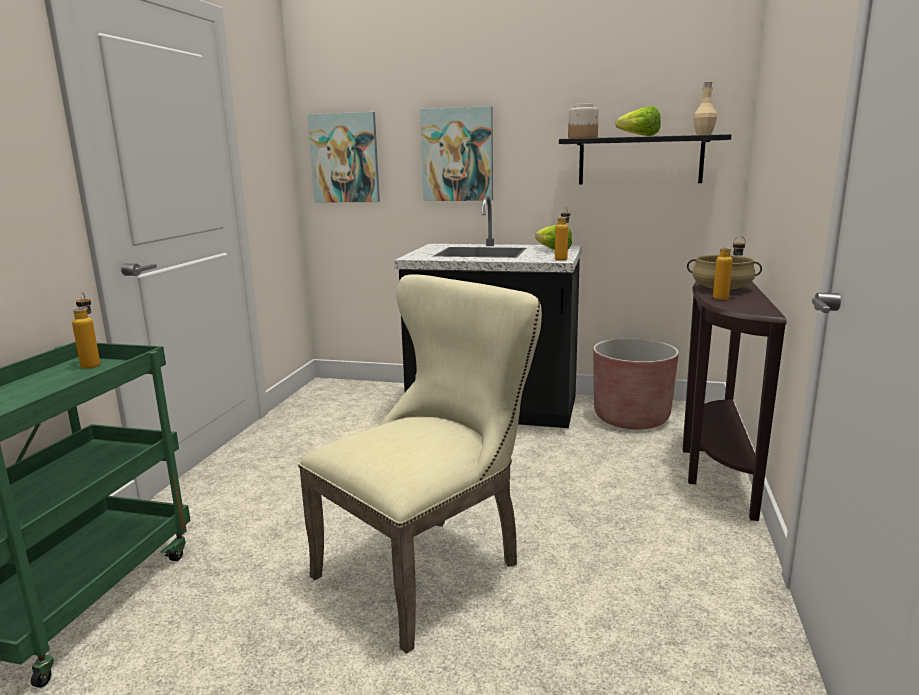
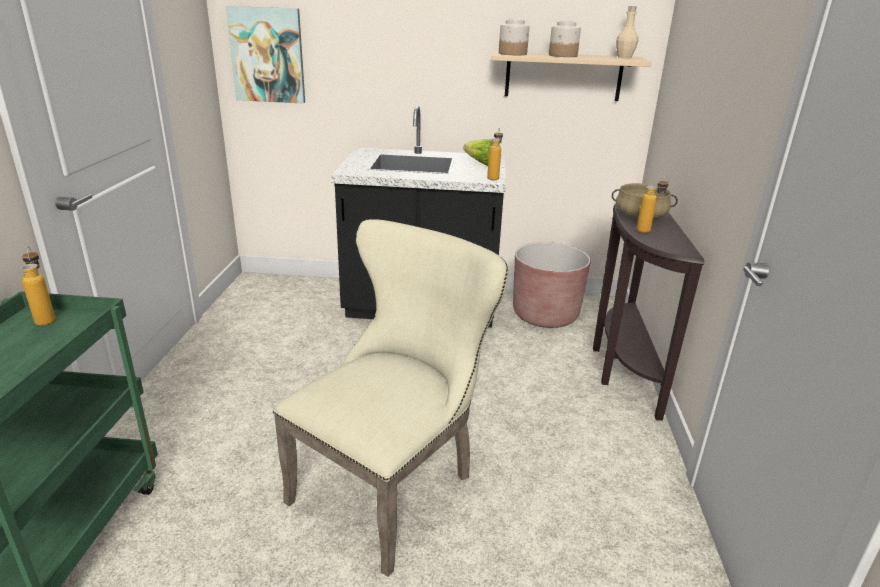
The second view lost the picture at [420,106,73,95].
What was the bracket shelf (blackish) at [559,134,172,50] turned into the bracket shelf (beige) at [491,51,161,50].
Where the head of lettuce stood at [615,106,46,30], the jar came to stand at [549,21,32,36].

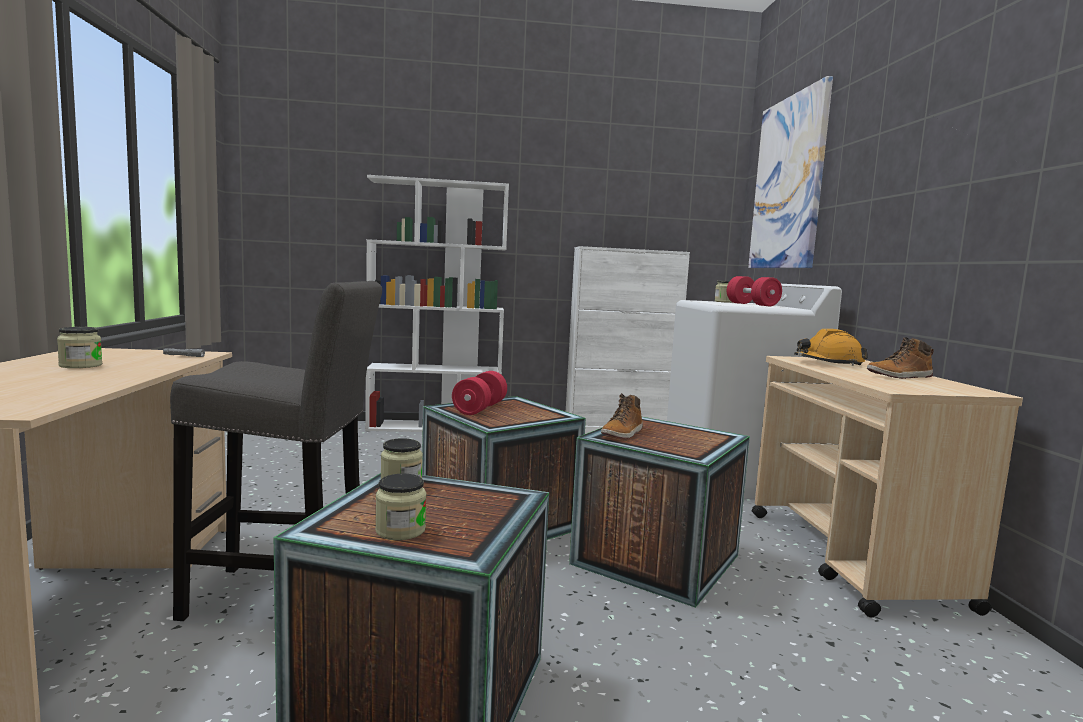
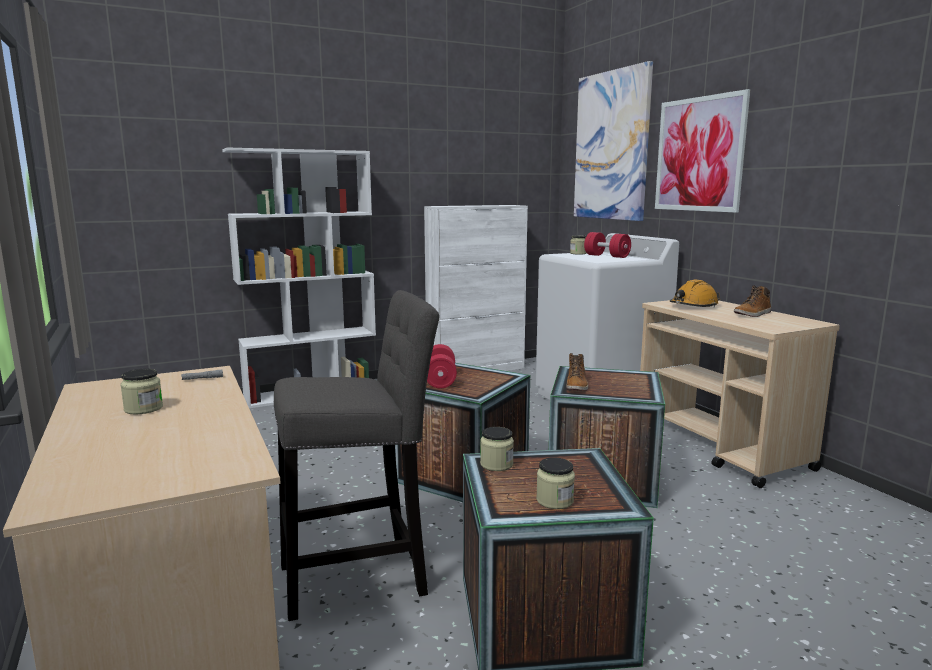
The second view gained the picture at [655,89,96,124].

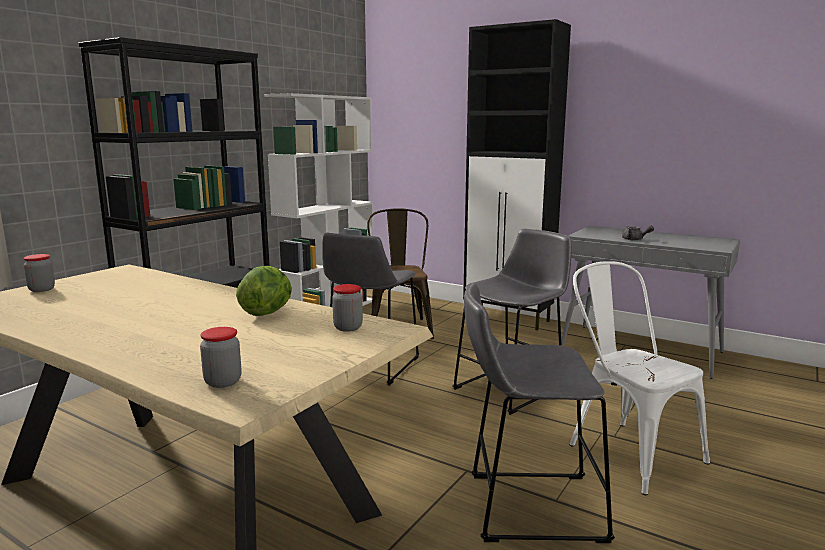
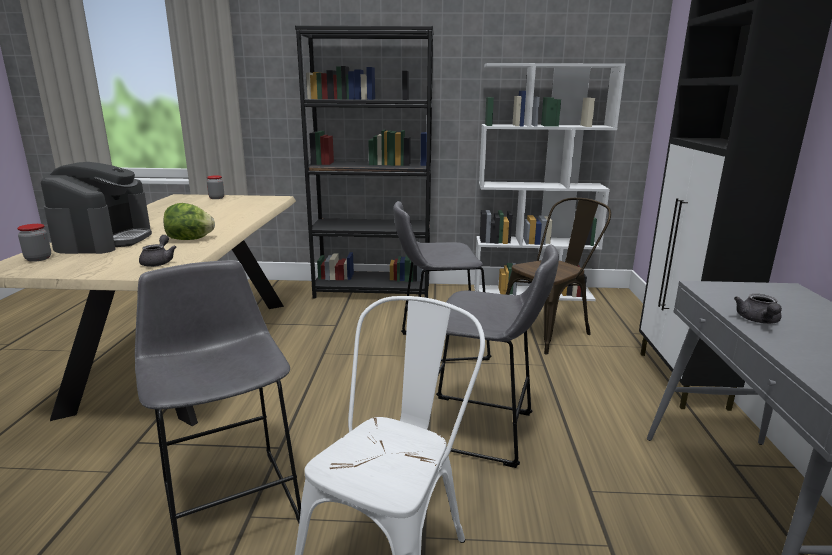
Where the jar stood at [332,284,31,48], the tea pot (grey) came to stand at [139,235,38,32].
The second view gained the coffee brewer at [41,162,111,92].

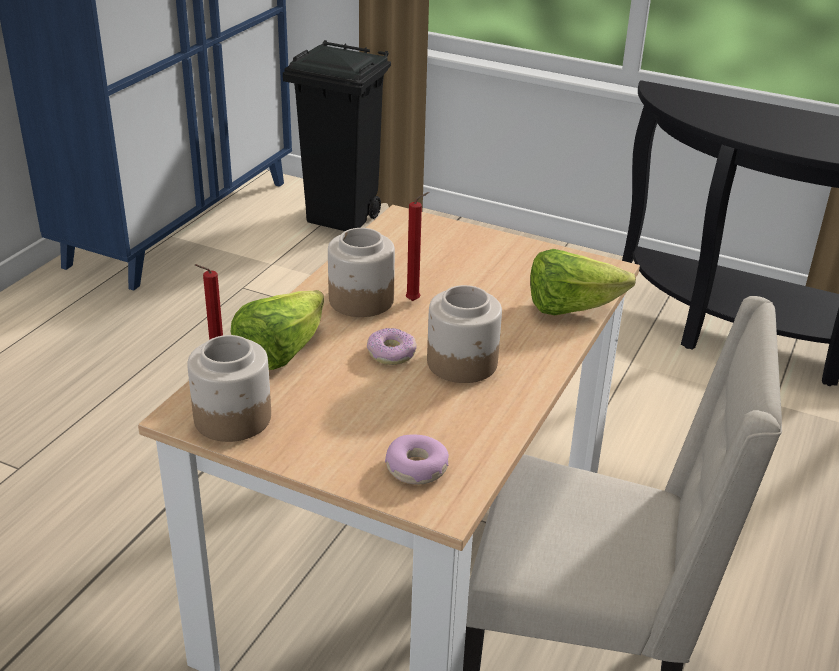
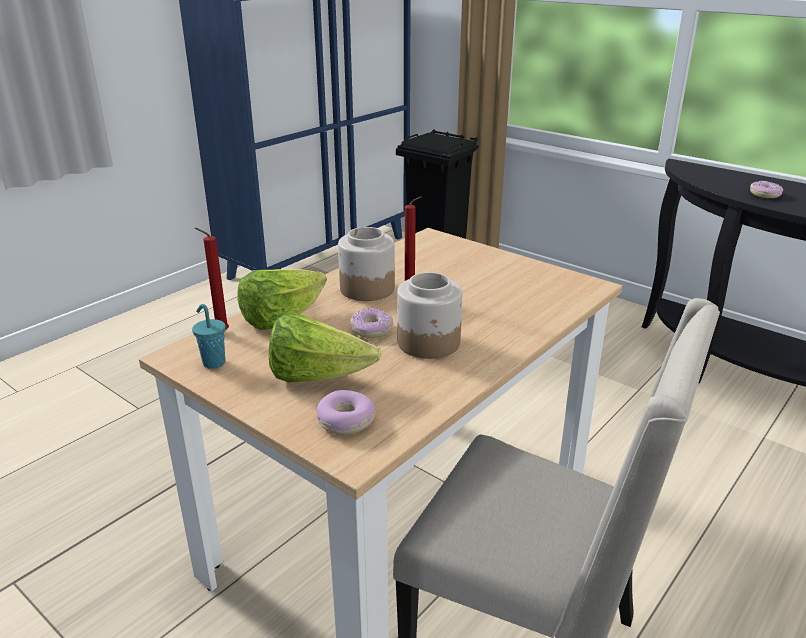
Where the jar stood at [187,335,84,107], the small cup (blue-green) came to stand at [192,304,34,65].
The head of lettuce ended up elsewhere, having gone from [530,249,106,66] to [269,313,112,69].
The second view gained the ring doughnut at [750,181,33,17].

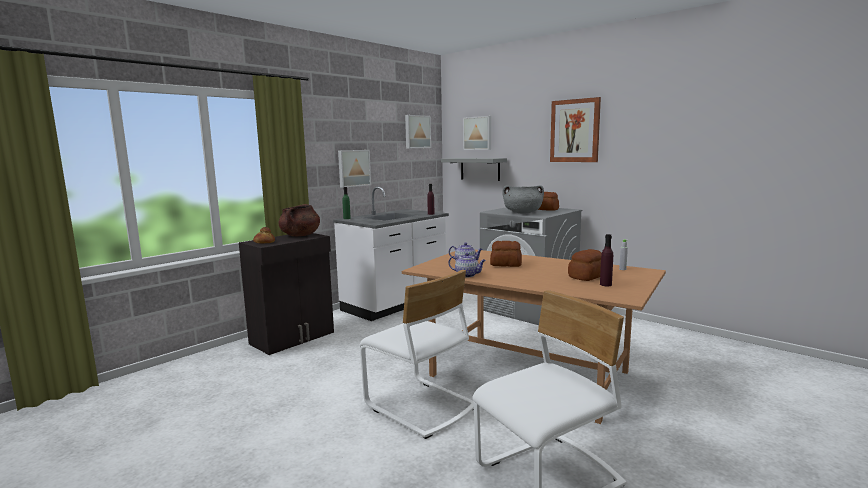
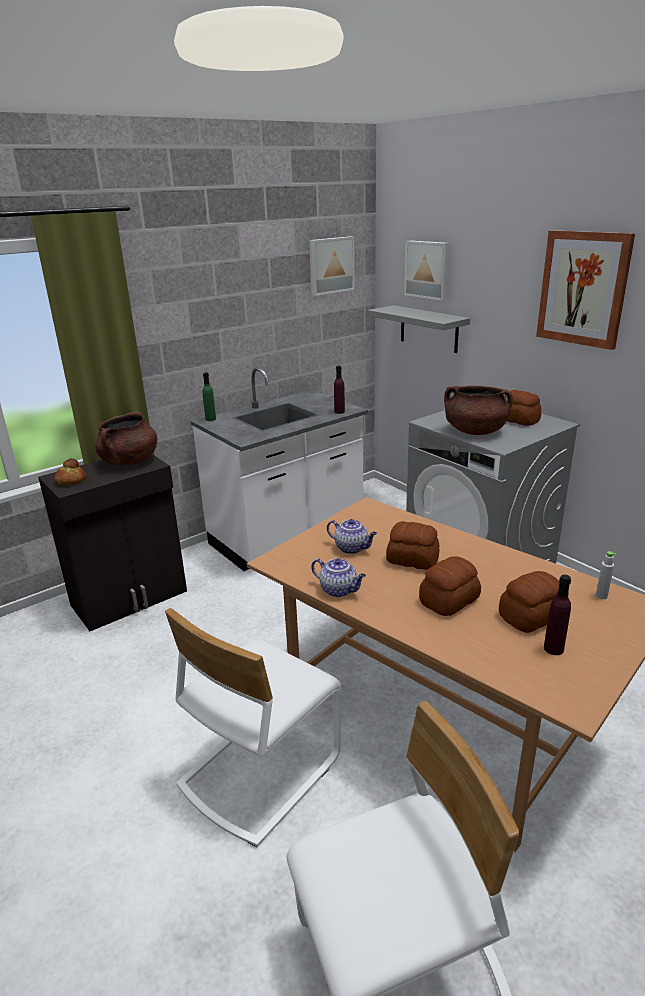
The second view lost the picture at [338,150,33,38].
The plain chair (white-coloured) at [359,270,115,169] ended up facing another way, 75 degrees clockwise from before.
What was the stockpot (grey) at [502,185,42,29] turned into the stockpot (brown-coloured) at [444,386,69,49].
The second view gained the bread at [419,556,62,60].

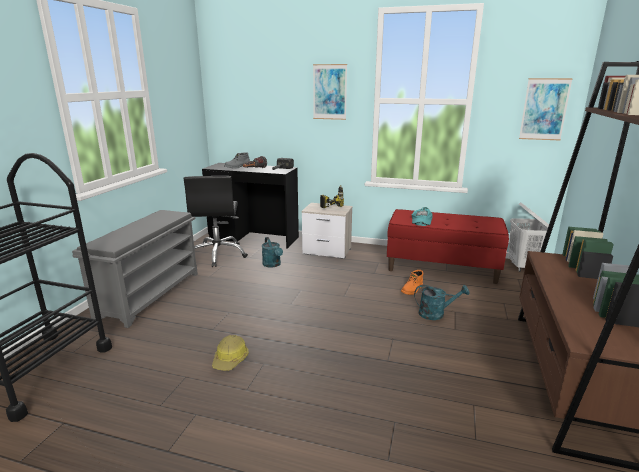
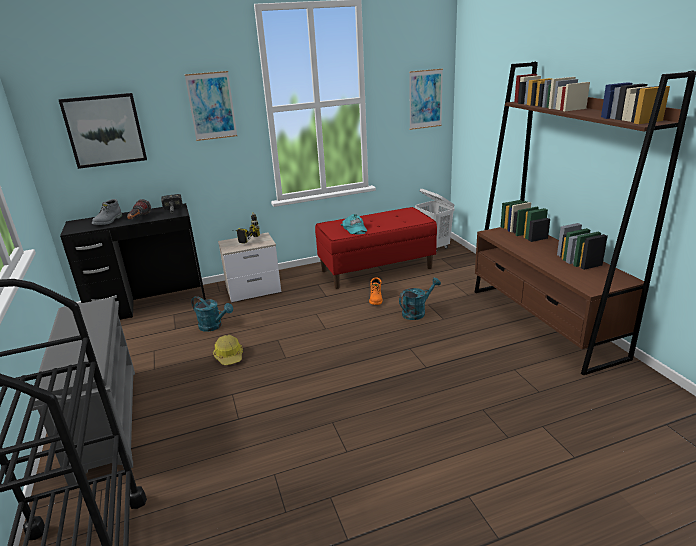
The second view lost the desk chair (blackish) at [184,176,64,91].
The safety helmet ended up elsewhere, having gone from [212,335,37,36] to [213,335,30,30].
The second view gained the picture at [59,93,88,76].

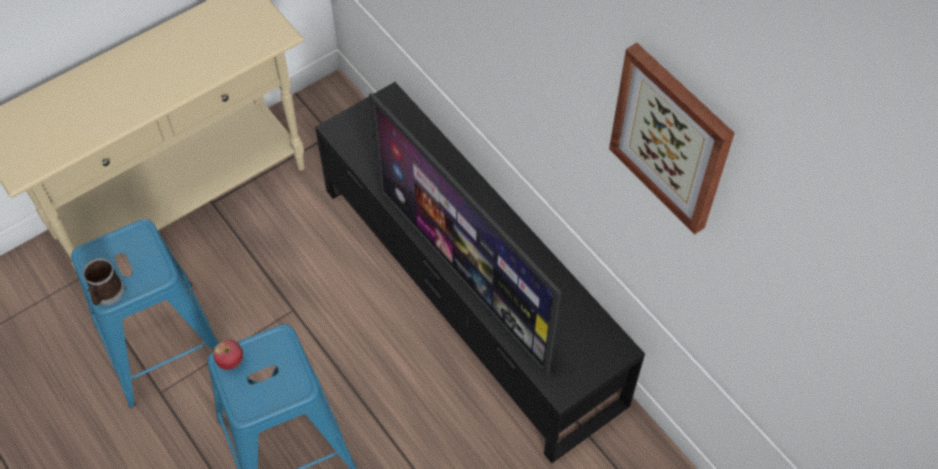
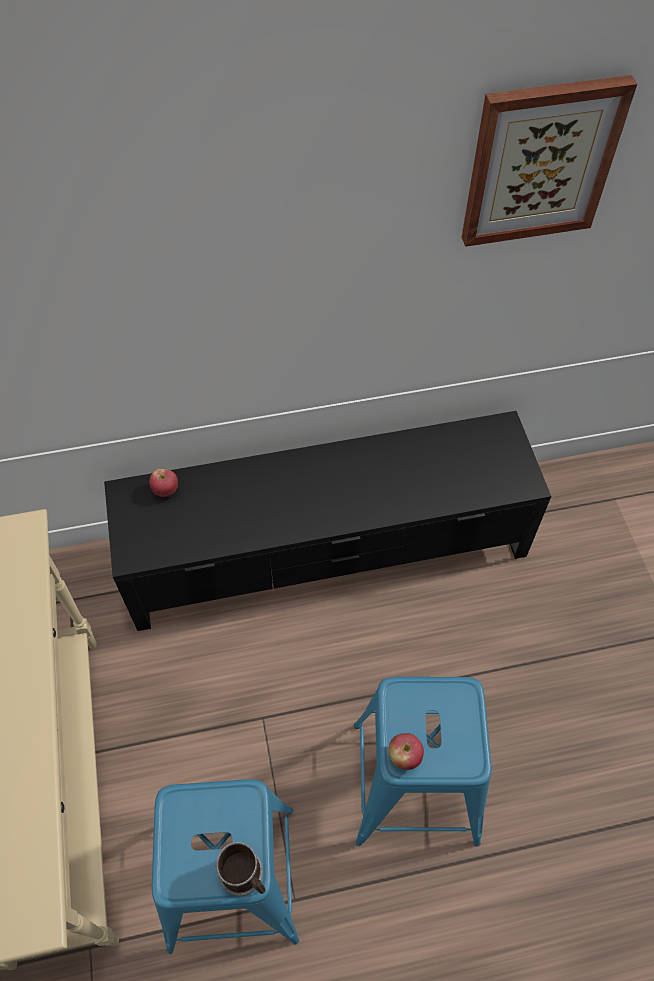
The second view lost the television at [369,93,192,284].
The second view gained the apple fruit at [149,469,29,28].

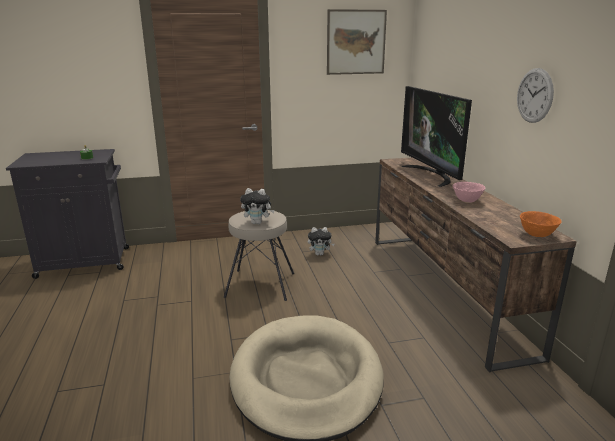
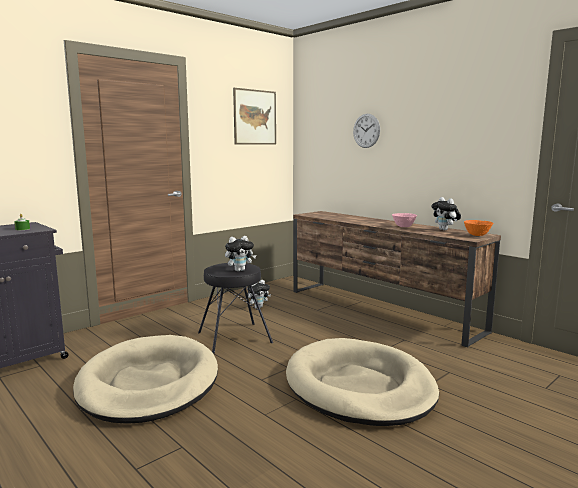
What was the sitting stool (beige) at [224,210,70,91] turned into the sitting stool (blackish) at [198,263,75,91].
The second view lost the television at [401,86,71,101].
The wall clock ended up elsewhere, having gone from [517,68,37,55] to [353,114,27,34].
The second view gained the dog bed (beige) at [73,335,145,89].
The second view gained the plush toy at [432,197,29,33].

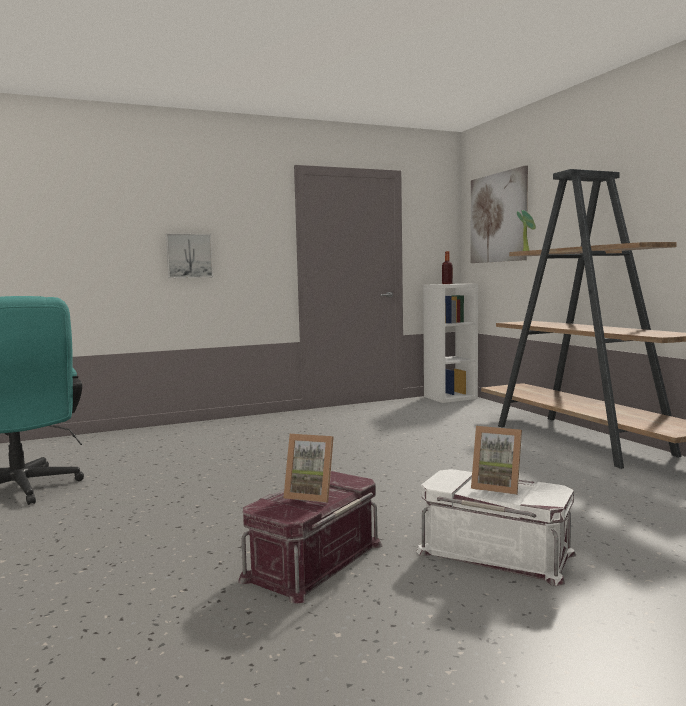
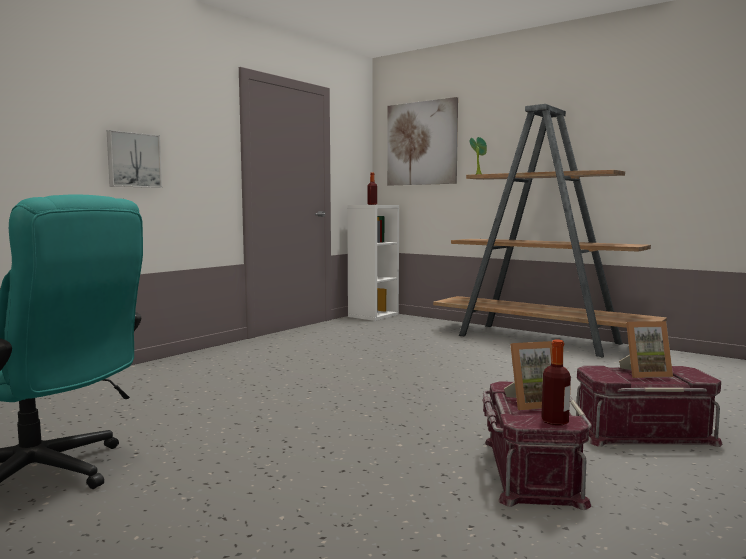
What was the storage bin (white-coloured) at [416,469,160,117] turned into the storage bin (reddish) at [576,366,147,81].
The second view gained the beverage bottle at [541,340,30,86].

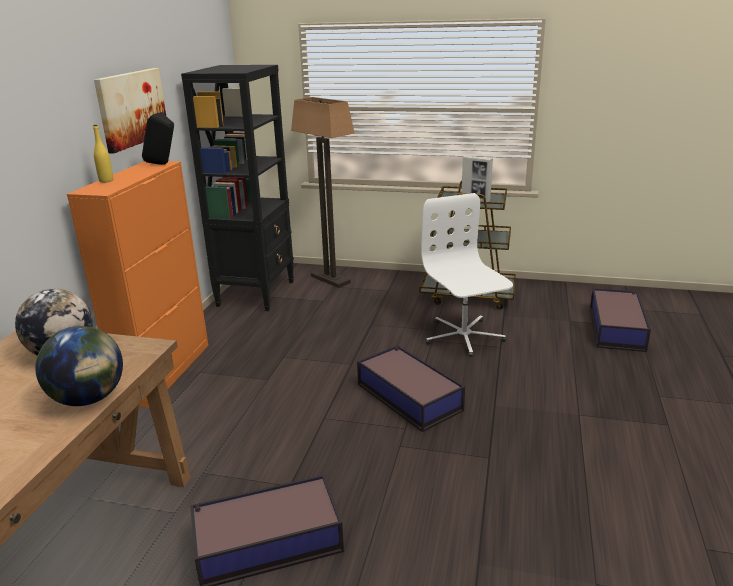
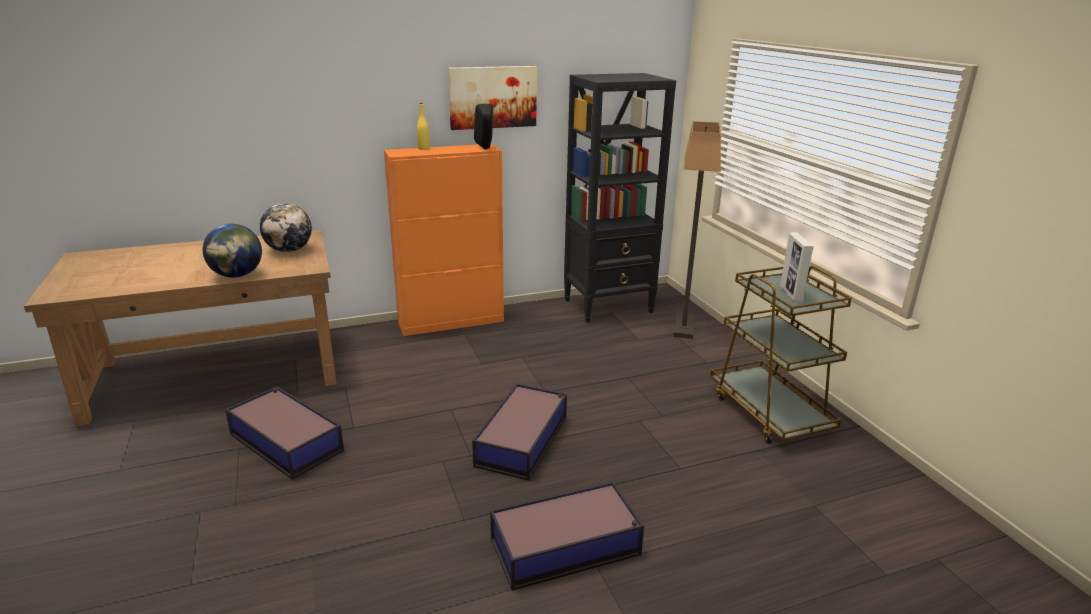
The second view lost the desk chair (white-coloured) at [421,193,92,164].
The storage bin ended up elsewhere, having gone from [590,288,61,64] to [490,482,154,109].

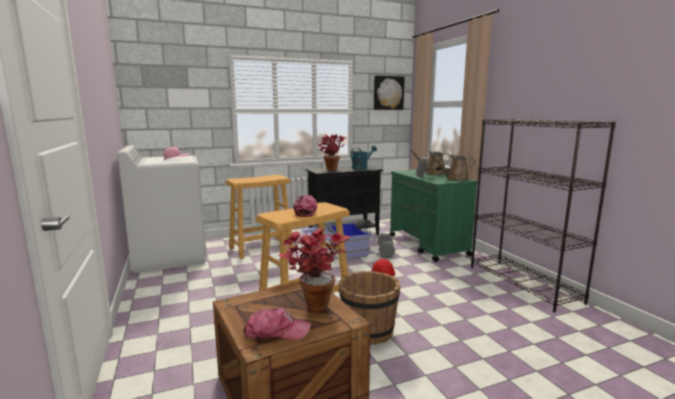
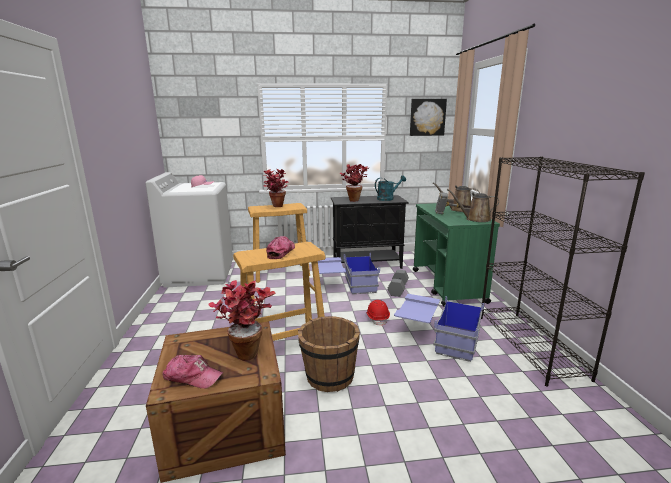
The second view gained the potted plant at [263,168,25,39].
The second view gained the storage bin (blue-coloured) at [394,294,90,68].

